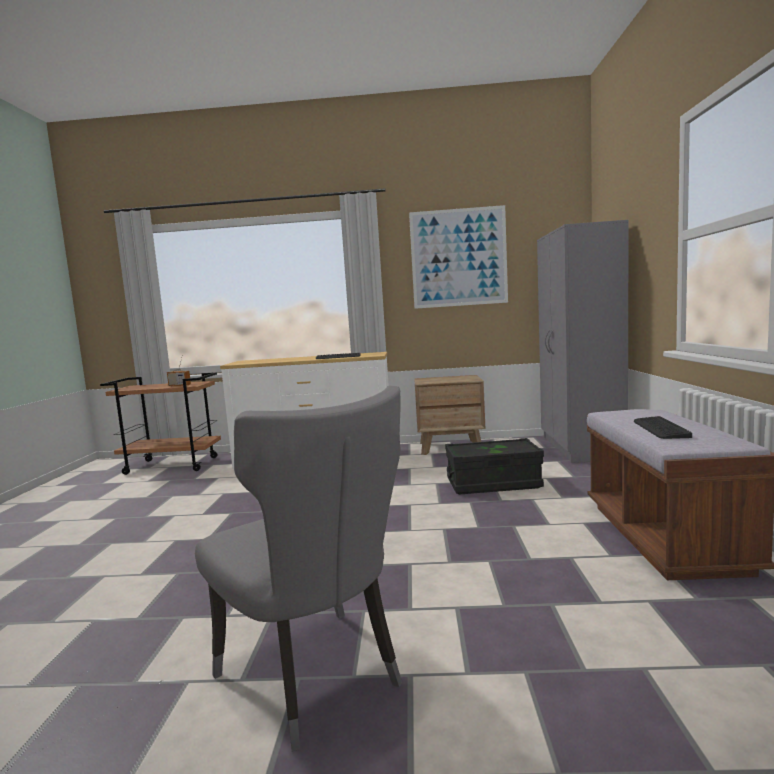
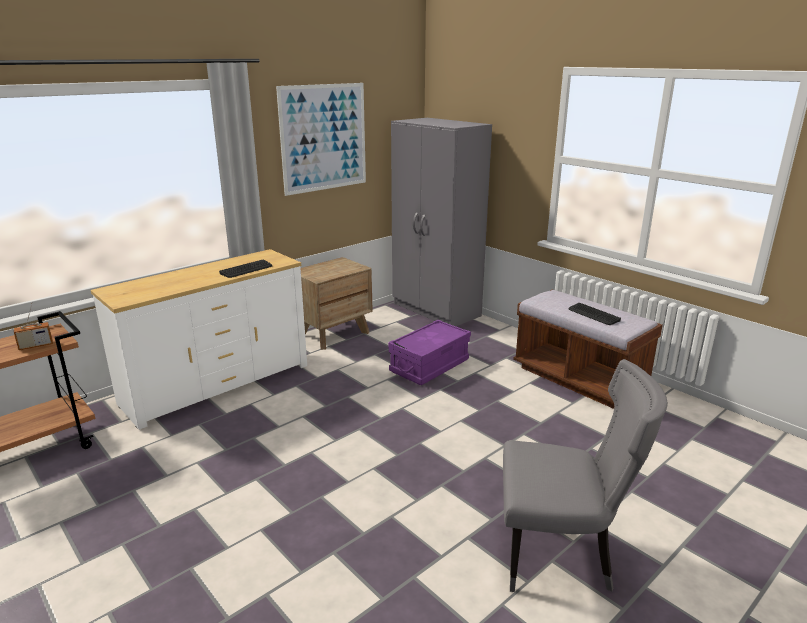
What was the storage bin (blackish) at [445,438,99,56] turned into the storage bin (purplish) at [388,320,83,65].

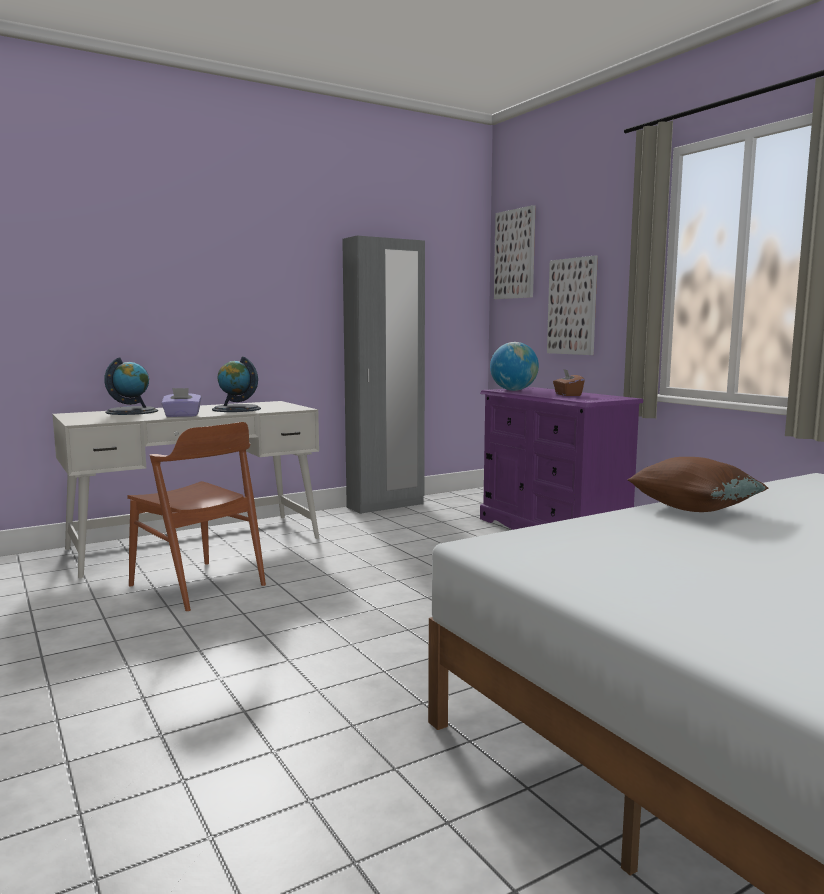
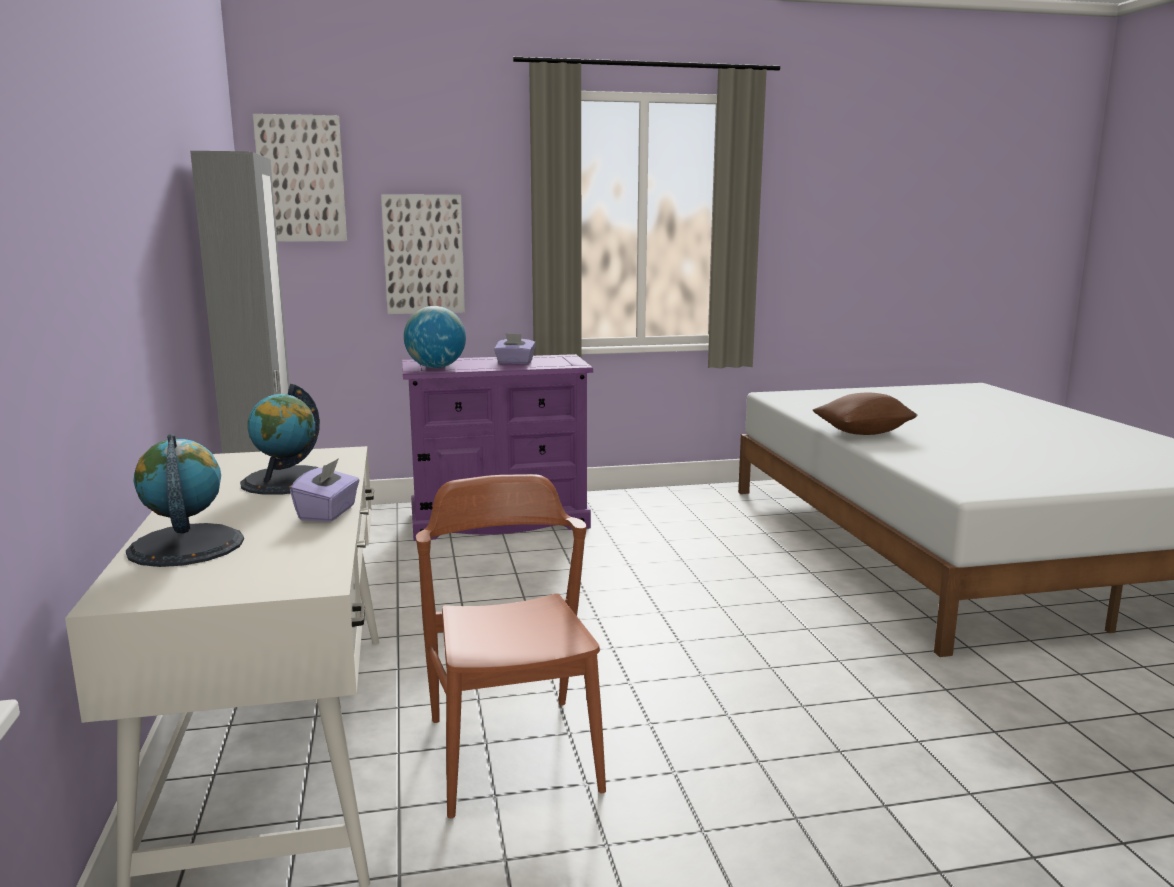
The plain chair (brown-coloured) at [127,422,139,189] ended up facing another way, 75 degrees counterclockwise from before.
What was the box of tissues (brown-coloured) at [553,369,32,27] turned into the box of tissues (purplish) at [494,333,42,31].

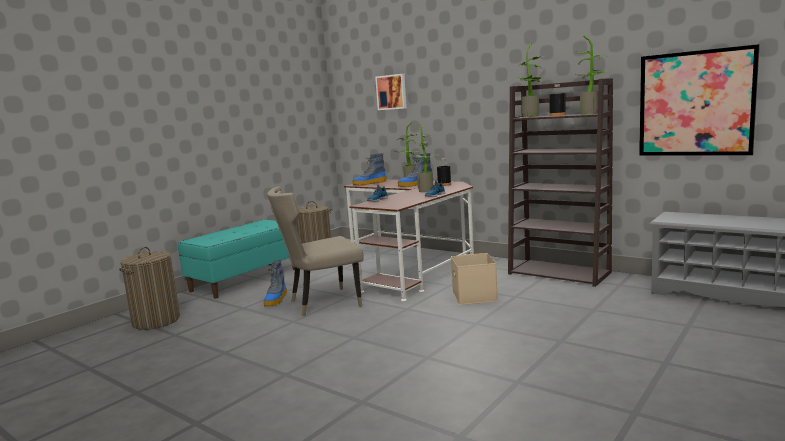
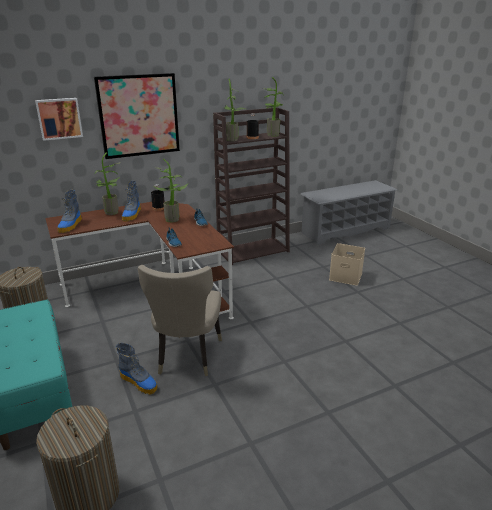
The storage bin (beige) ended up elsewhere, having gone from [451,253,47,52] to [329,243,36,43].
The picture ended up elsewhere, having gone from [639,44,121,112] to [94,73,86,86].

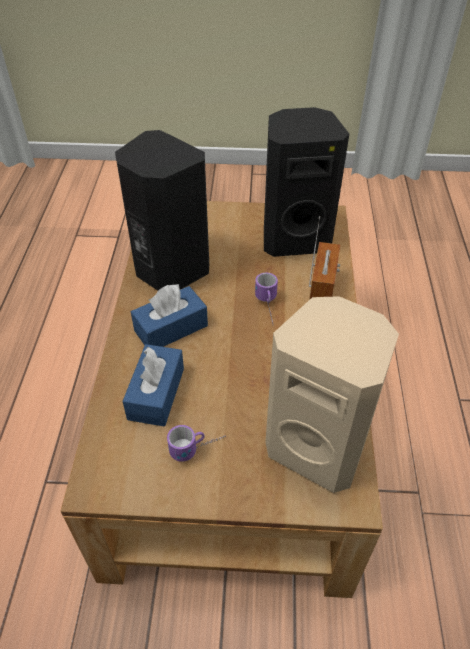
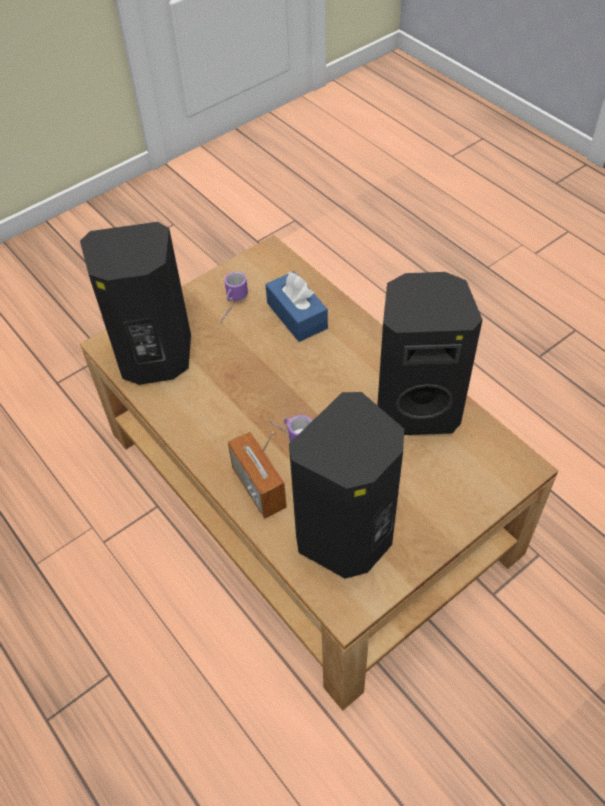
The second view lost the box of tissues (blue-coloured) at [131,284,77,63].
What was the audio speaker (beige) at [265,296,134,197] turned into the audio speaker (blackish) at [80,222,111,163].

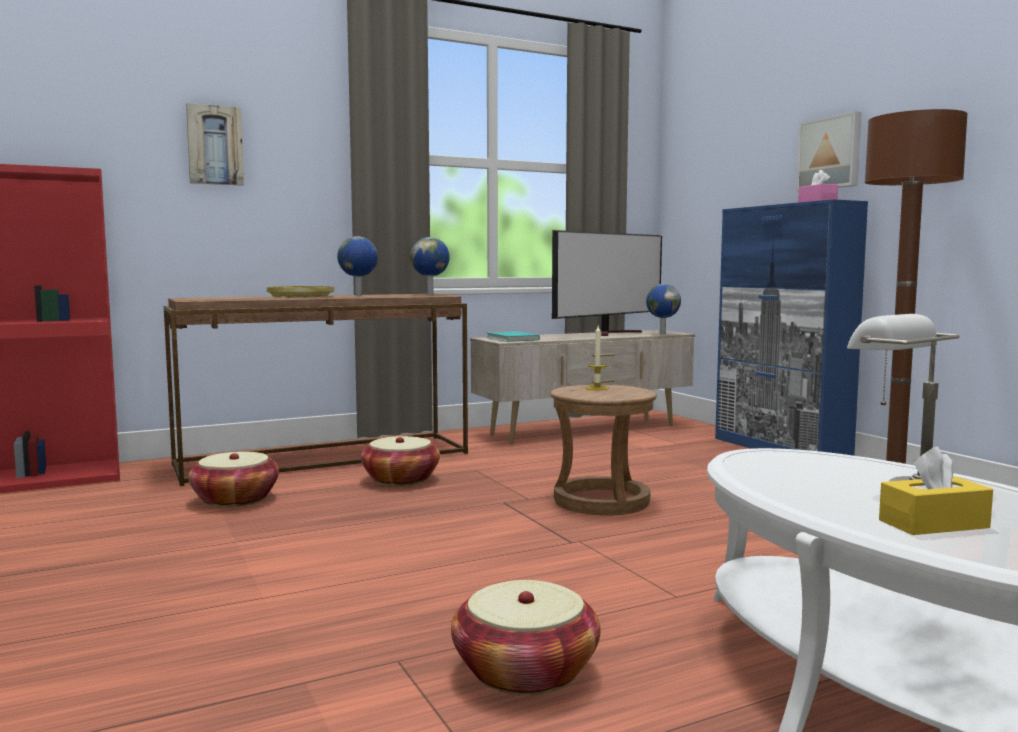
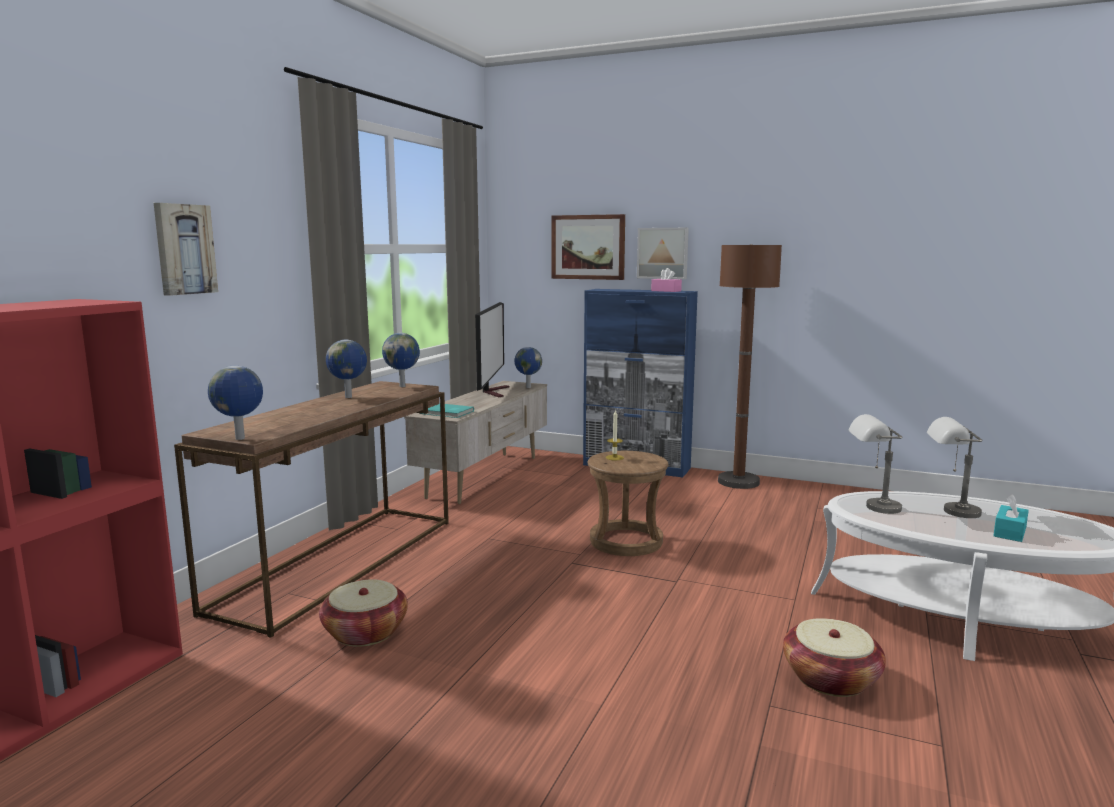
The second view lost the serving tray (yellowish) at [267,286,67,12].
The second view lost the basket at [361,436,79,50].
What was the box of tissues (yellowish) at [879,446,114,89] turned into the box of tissues (blue-green) at [993,494,36,48].
The second view gained the world globe at [208,365,55,75].
The second view gained the picture at [551,214,74,66].
The second view gained the table lamp (grey) at [849,414,53,100].

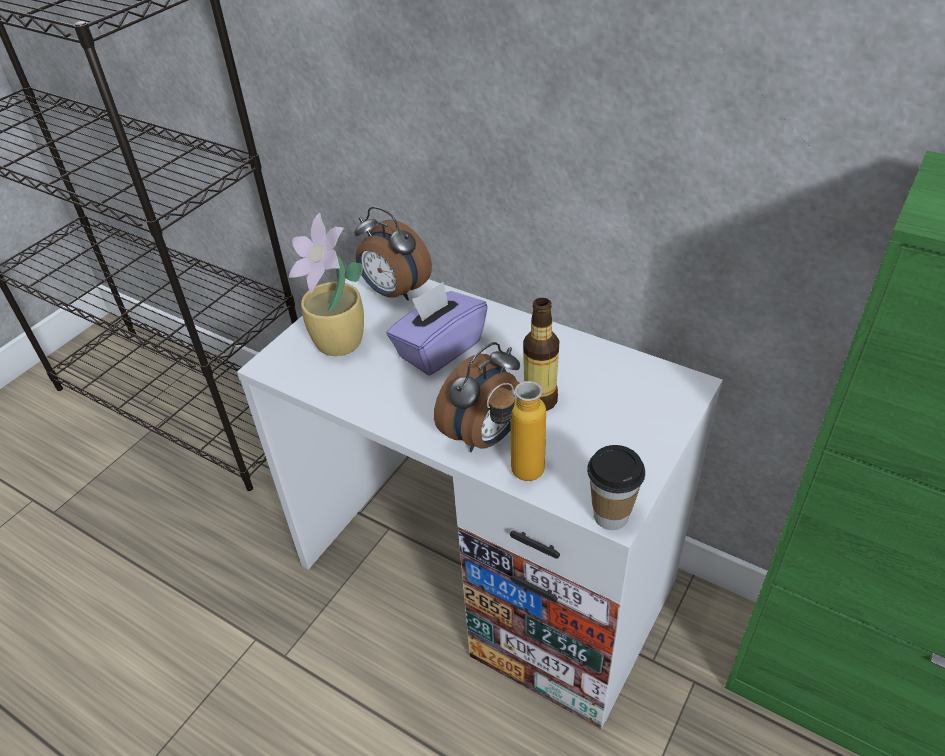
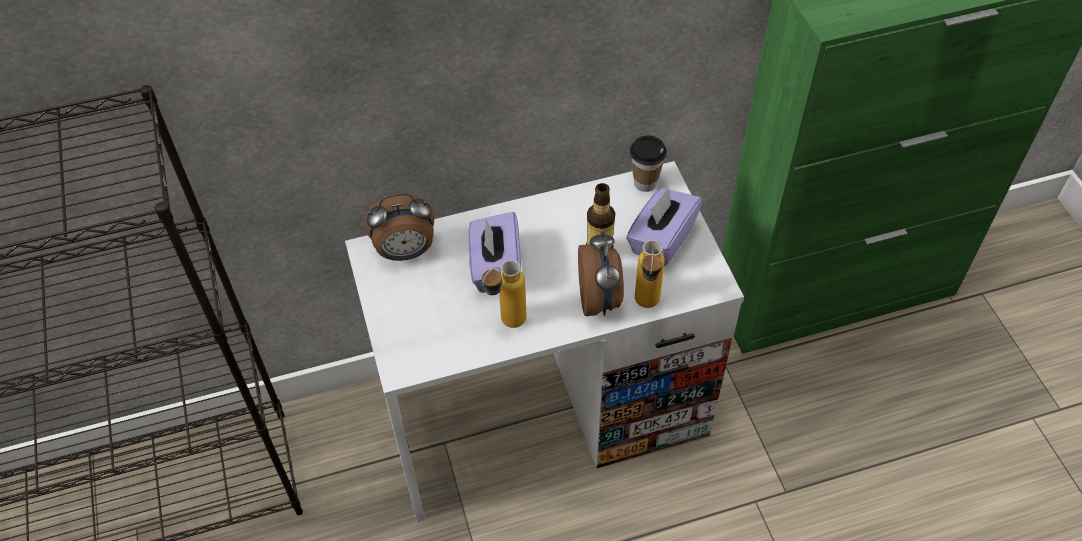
The second view lost the potted plant at [289,213,75,143].
The small cup ended up elsewhere, having gone from [587,445,58,85] to [630,135,37,57].
The second view gained the beverage bottle at [482,260,45,68].
The second view gained the box of tissues (purplish) at [626,188,76,78].

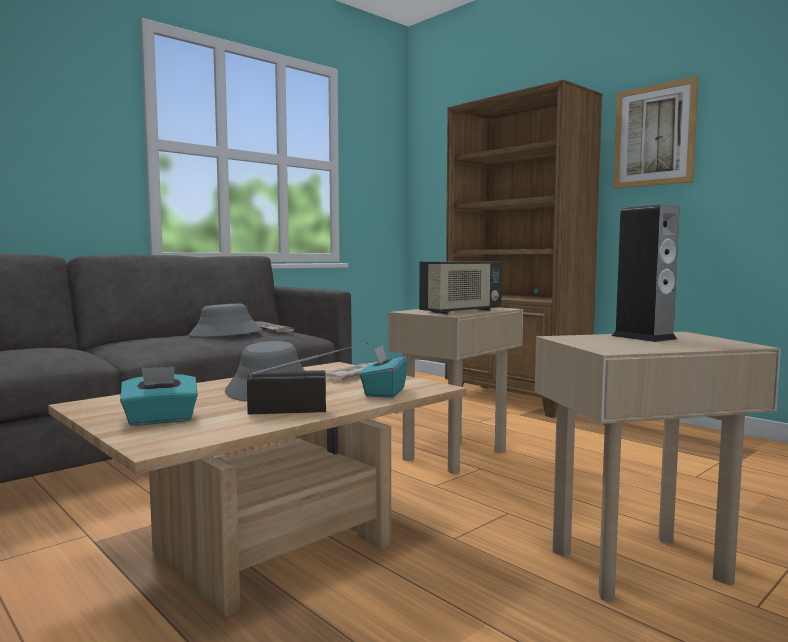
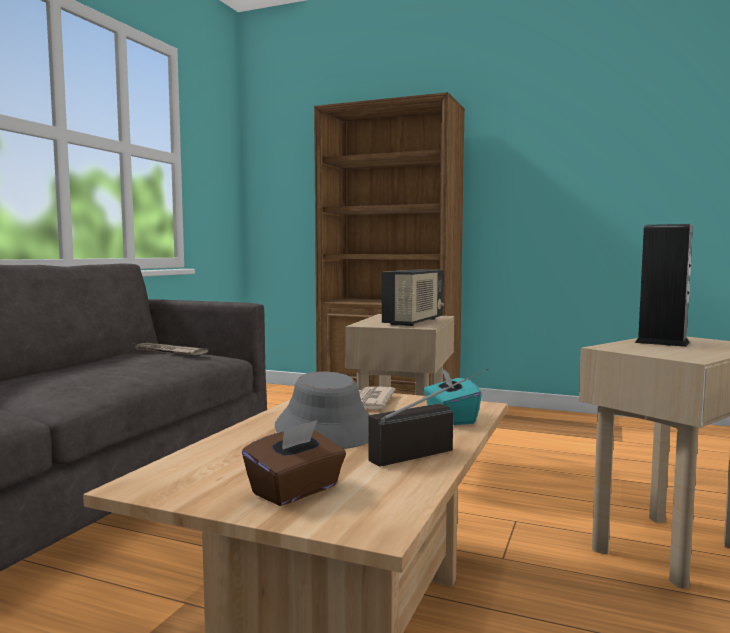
What was the box of tissues (blue-green) at [120,366,78,60] turned into the box of tissues (brown-coloured) at [242,420,104,86].
The second view lost the hat (grey) at [189,304,73,33].
The second view lost the picture at [613,76,86,113].

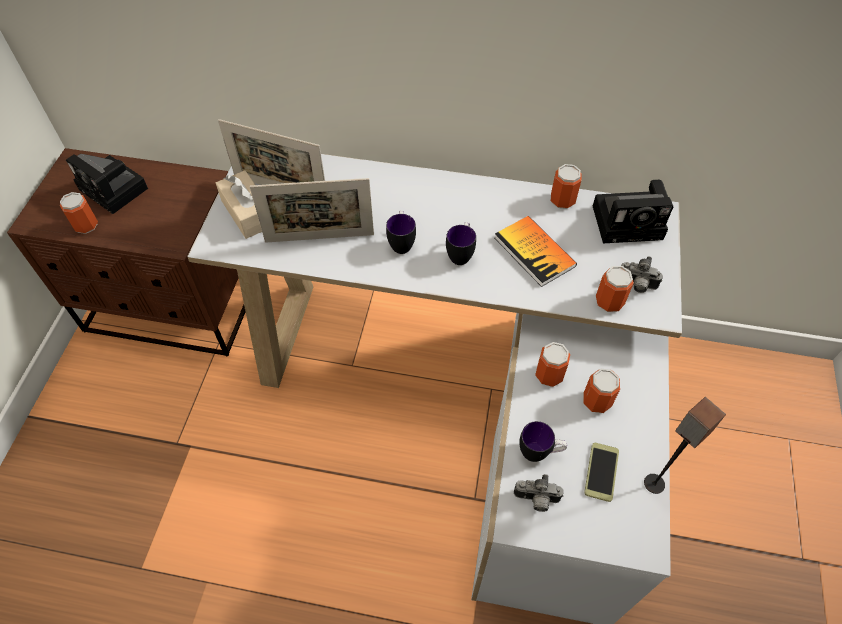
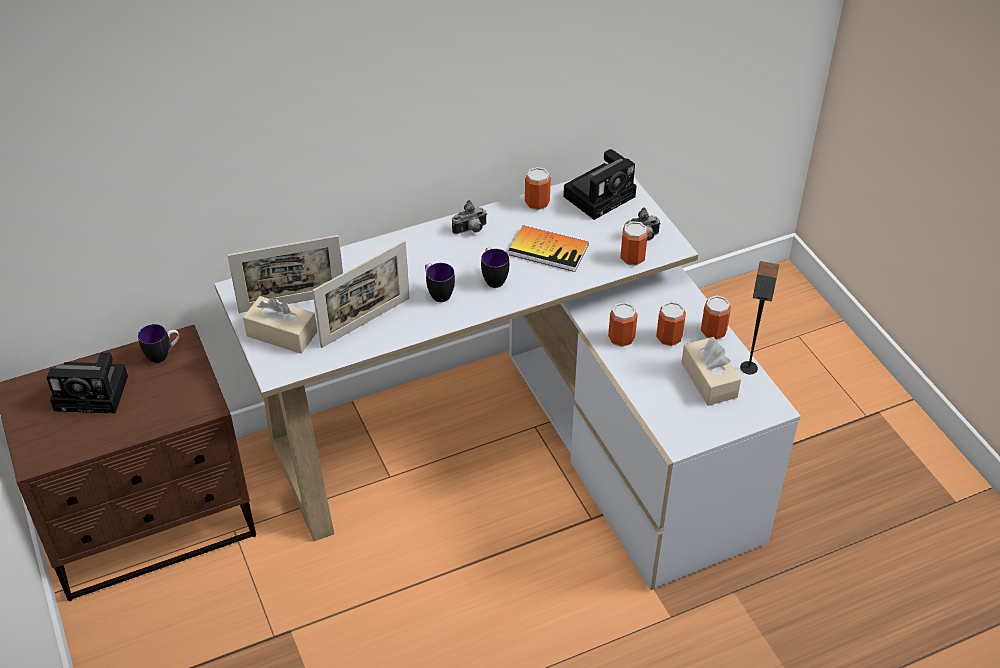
The can ended up elsewhere, having gone from [60,192,38,42] to [701,295,30,45].
The photo camera ended up elsewhere, having gone from [514,474,50,38] to [452,200,35,34].
The tea mug ended up elsewhere, having gone from [519,421,48,41] to [138,324,41,39].
Where the telephone stood at [584,443,35,59], the box of tissues (beige) came to stand at [681,337,60,69].

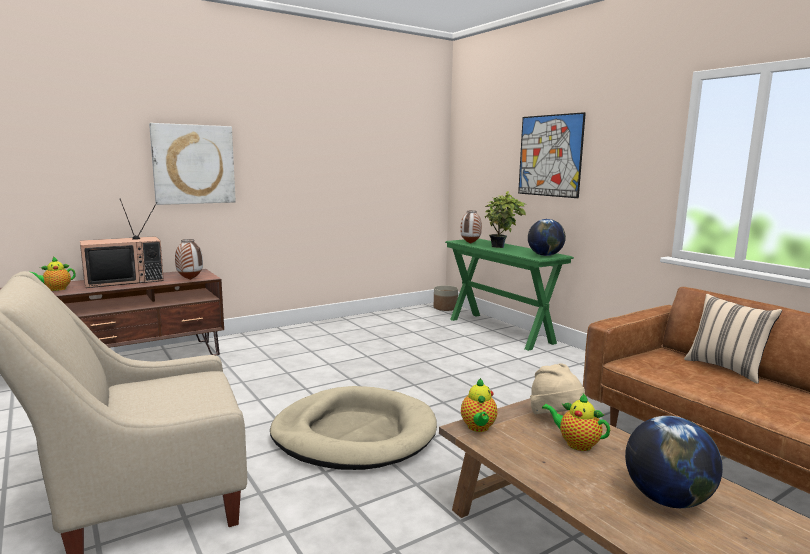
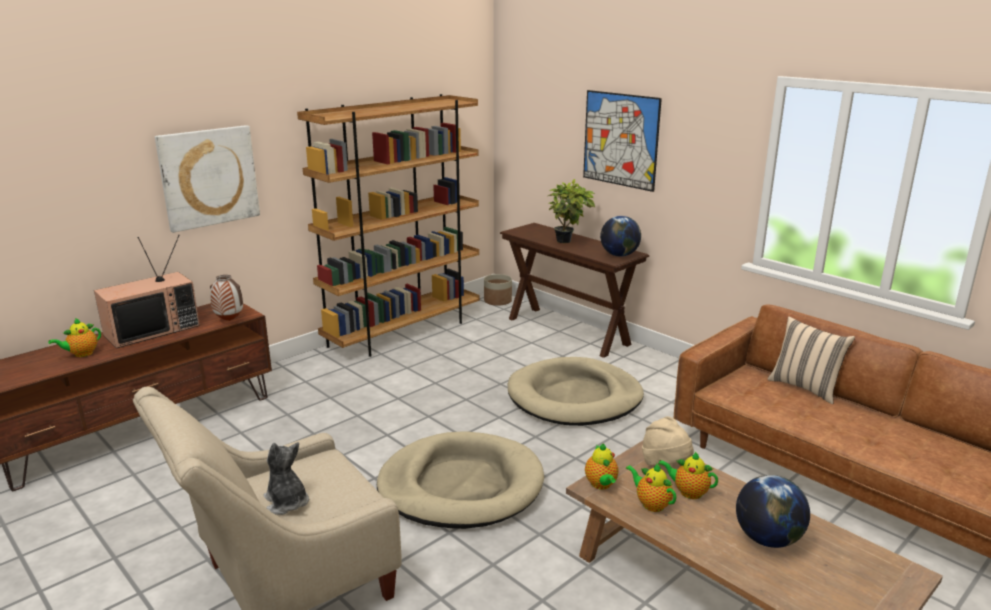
What was the narrow table (green) at [445,238,129,113] turned into the narrow table (brown-coloured) at [500,223,149,135].
The second view lost the vase at [460,211,22,33].
The second view gained the plush toy at [264,442,45,73].
The second view gained the bookshelf (brown-coloured) at [297,94,183,263].
The second view gained the dog bed (beige) at [508,357,136,69].
The second view gained the tea pot at [626,464,50,48].

